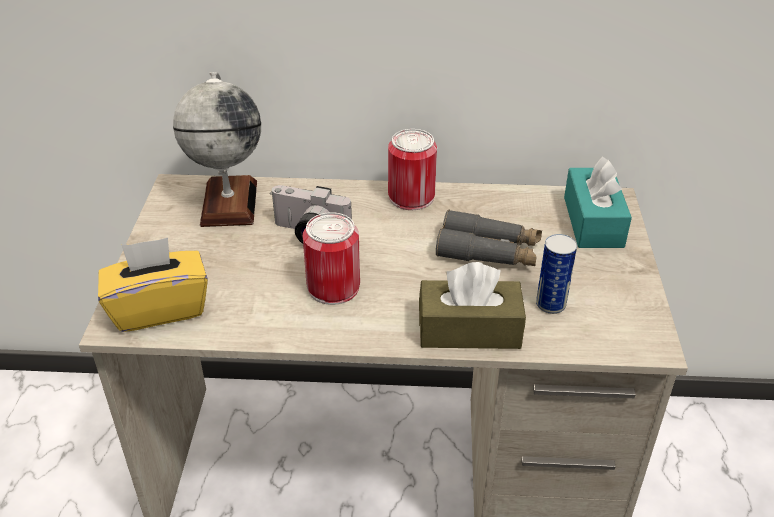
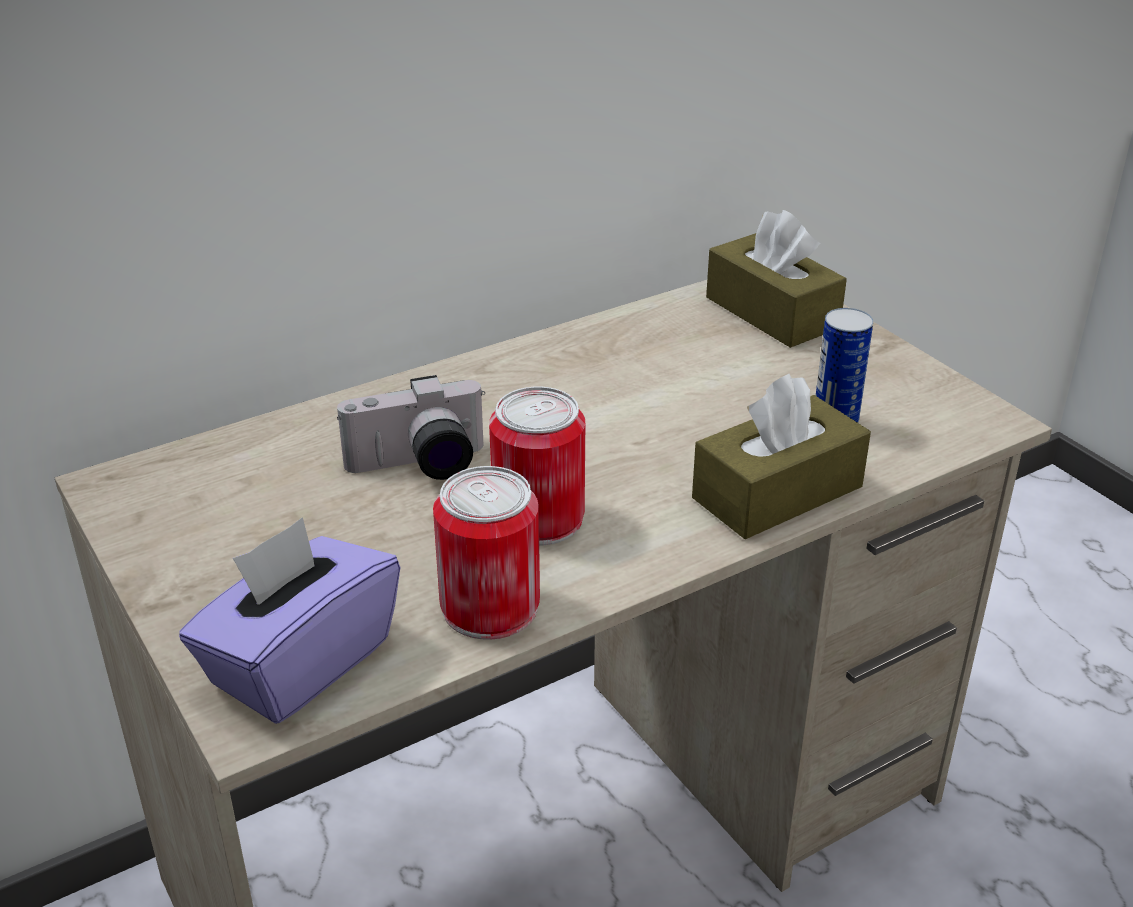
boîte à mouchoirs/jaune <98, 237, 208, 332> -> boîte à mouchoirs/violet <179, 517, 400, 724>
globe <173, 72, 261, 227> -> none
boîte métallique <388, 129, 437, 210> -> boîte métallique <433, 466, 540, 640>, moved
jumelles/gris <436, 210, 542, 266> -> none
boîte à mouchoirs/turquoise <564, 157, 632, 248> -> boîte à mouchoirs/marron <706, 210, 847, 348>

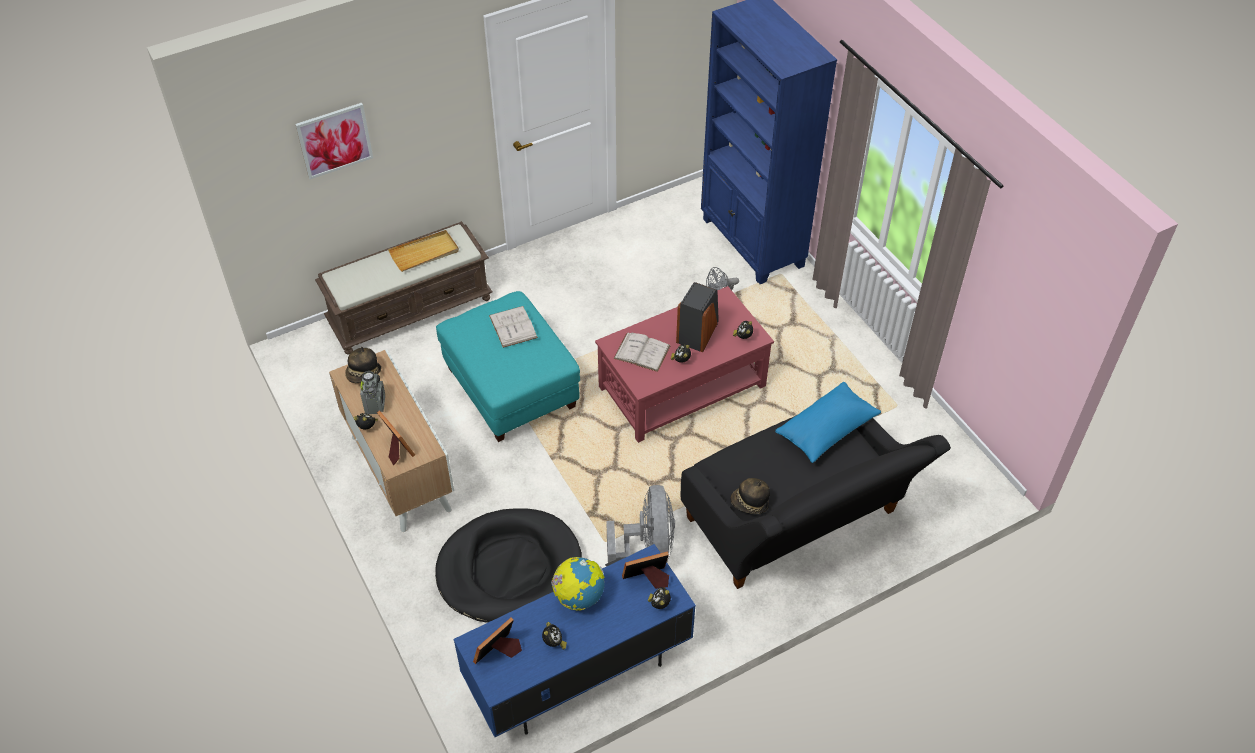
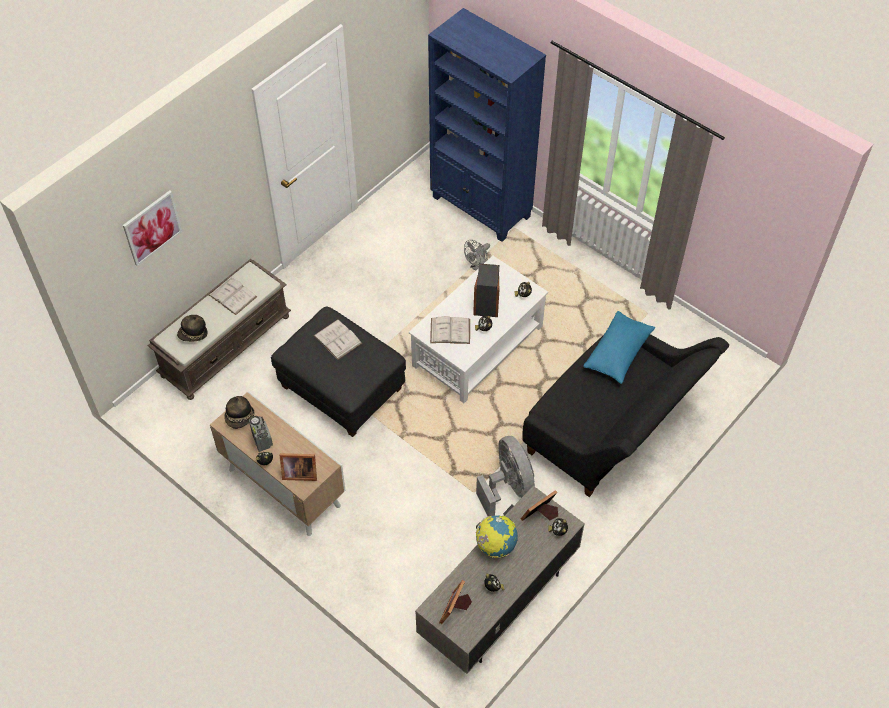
cadre photo <377, 410, 415, 465> -> cadre photo <280, 453, 317, 481>, 150 degrees clockwise
plateau/beige <388, 230, 459, 272> -> livre/blanc <209, 277, 257, 315>
panier pour chien/noir <435, 508, 582, 623> -> none
pouf/turquoise <436, 291, 580, 442> -> pouf/noir <271, 306, 406, 437>
meuble télé/bleu <453, 544, 696, 737> -> meuble télé/gris <415, 486, 585, 674>
table basse/rouge <595, 286, 774, 443> -> table basse/blanc <409, 256, 548, 403>
chapeau <730, 478, 770, 514> -> chapeau <177, 315, 208, 342>, moved

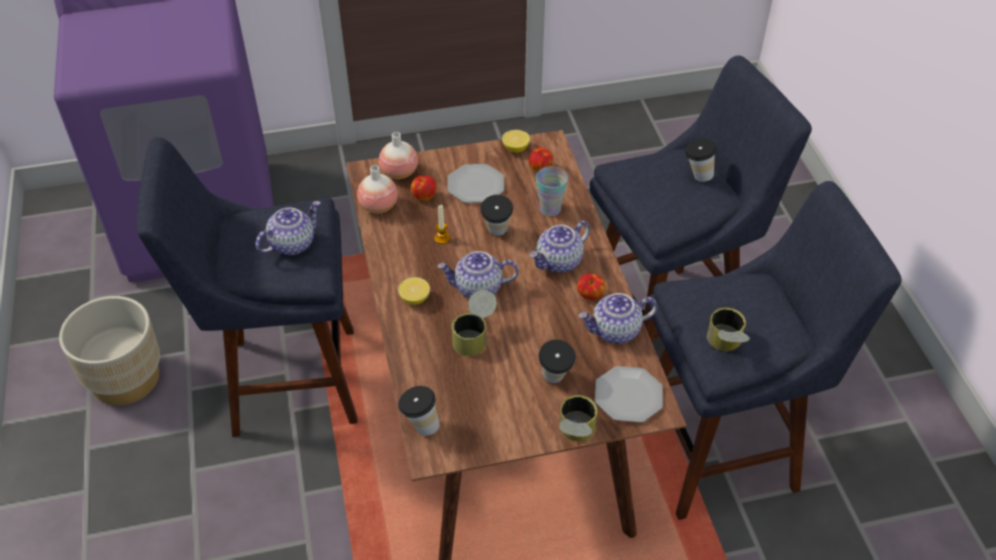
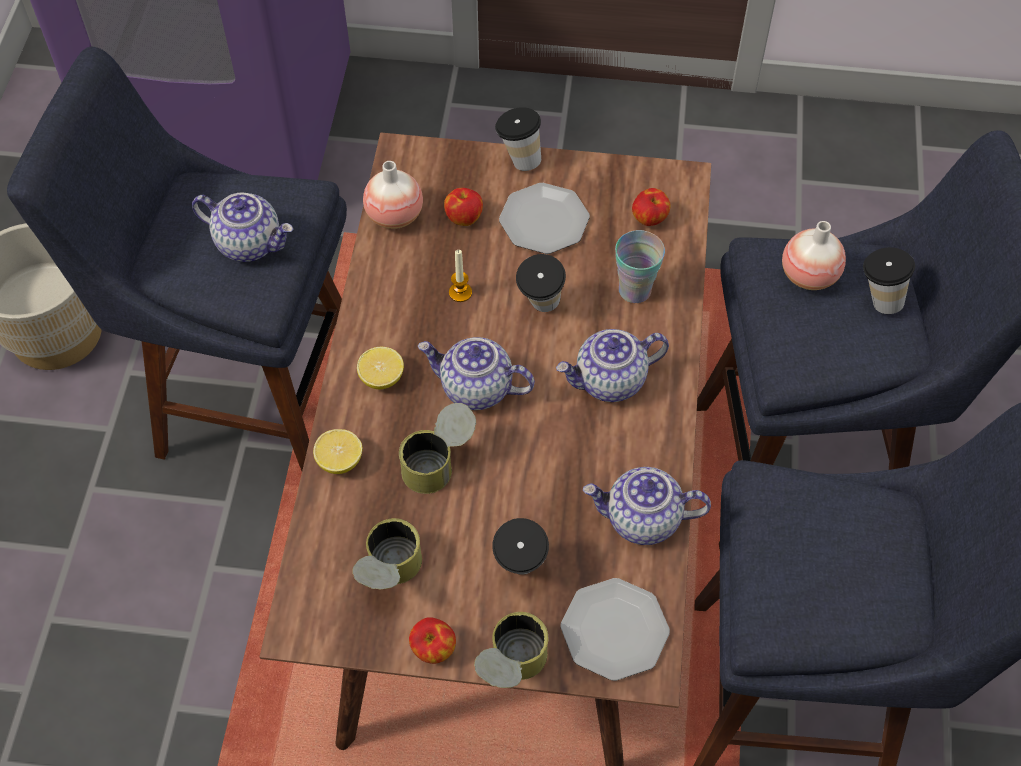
théière <256, 201, 320, 255> -> théière <192, 193, 293, 262>, 45 degrees clockwise
vase <379, 132, 418, 179> -> vase <782, 221, 846, 290>, moved
tasse <398, 386, 440, 436> -> tasse <495, 107, 541, 171>, moved
citron <502, 130, 530, 153> -> citron <313, 429, 363, 474>, moved
pomme <577, 273, 606, 300> -> pomme <409, 617, 456, 664>, moved
boîte métallique <707, 307, 750, 351> -> boîte métallique <352, 518, 422, 590>, moved

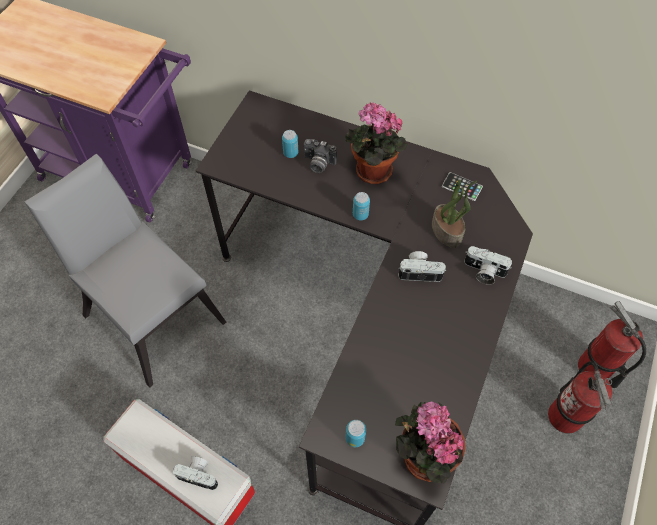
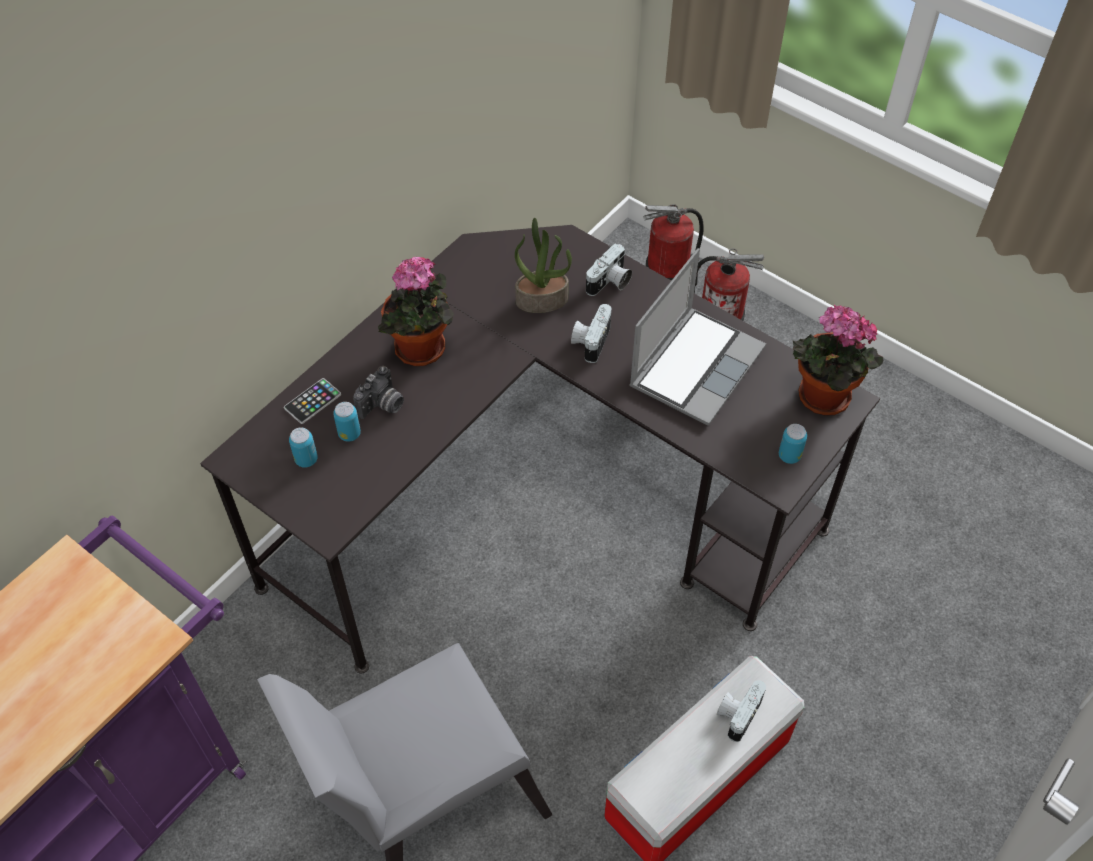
boîte métallique <353, 192, 370, 220> -> boîte métallique <289, 427, 318, 468>, moved
téléphone <442, 172, 483, 201> -> téléphone <284, 378, 341, 424>, moved
none -> ordinateur portable <629, 248, 766, 426>

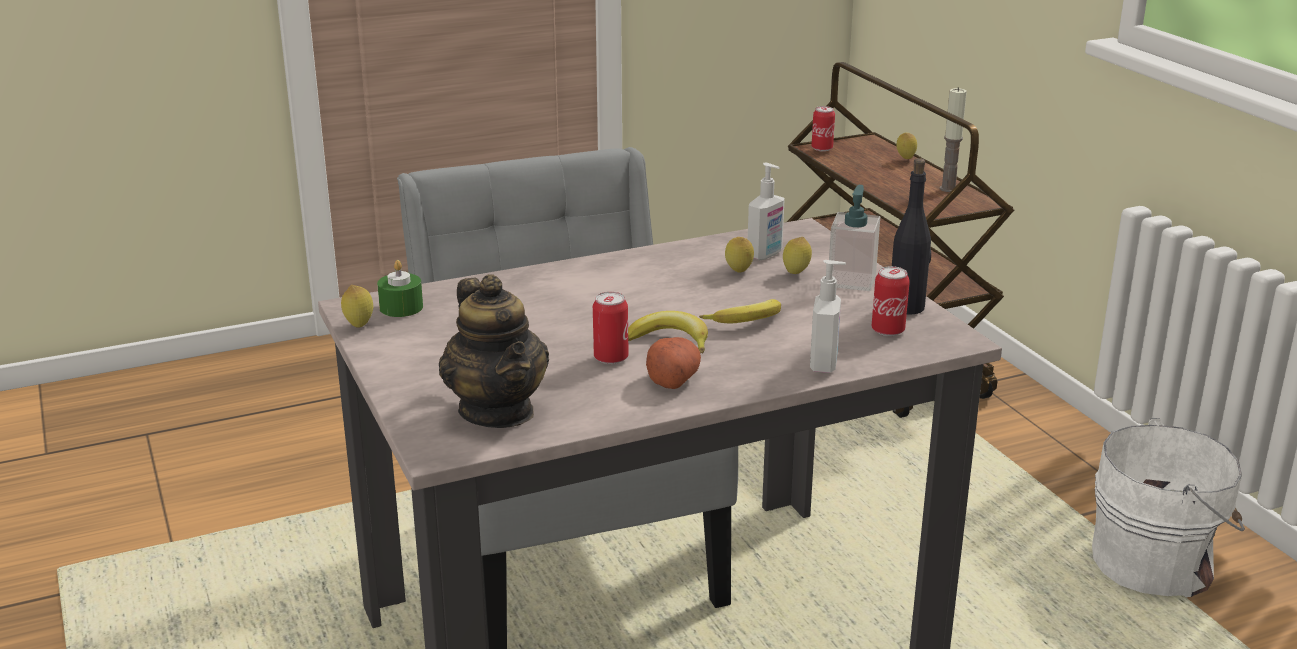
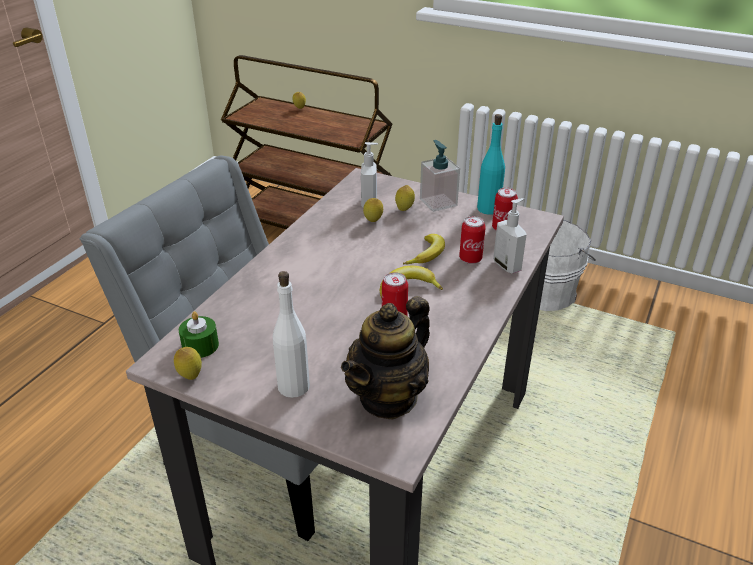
théière <439, 274, 549, 428> -> théière <341, 296, 430, 420>, 105 degrees clockwise
pomme de terre <646, 337, 701, 389> -> none
boîte métallique <811, 106, 835, 151> -> boîte métallique <459, 216, 486, 264>, moved
bouteille/noir <892, 158, 931, 315> -> bouteille/turquoise <477, 114, 505, 215>
bougie <940, 87, 967, 192> -> none
none -> bouteille/blanc <273, 271, 310, 398>

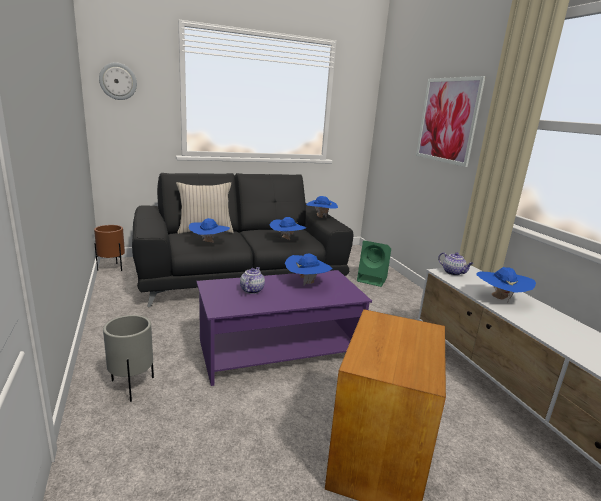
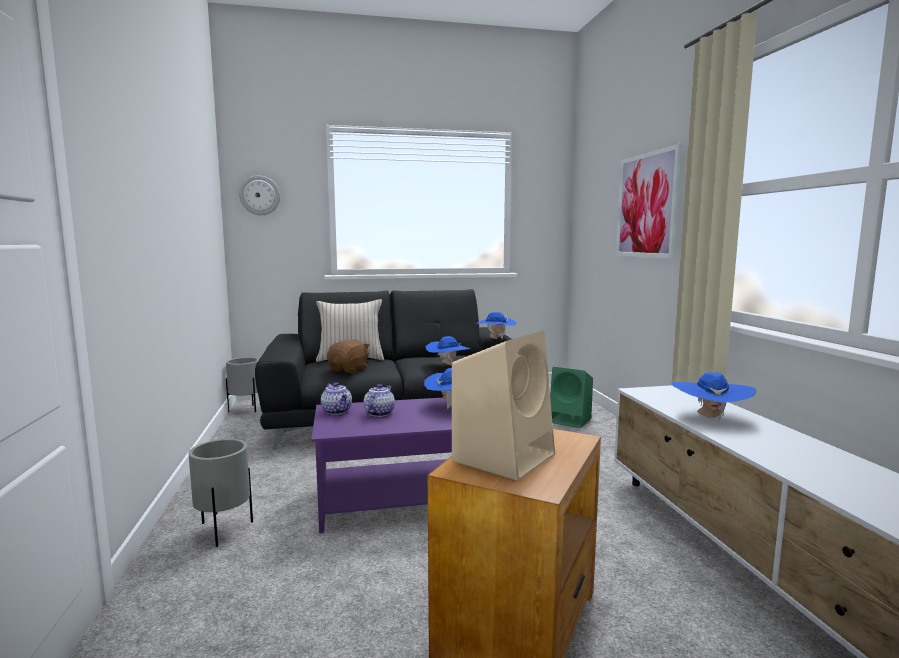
cache-pot/marron <94, 225, 125, 271> -> cache-pot/gris <226, 357, 259, 413>
chapeau/bleu <189, 218, 230, 243> -> peluche/marron <327, 339, 370, 373>
théière <438, 252, 474, 275> -> théière <321, 382, 352, 415>, moved
none -> enceinte/beige <452, 330, 555, 481>

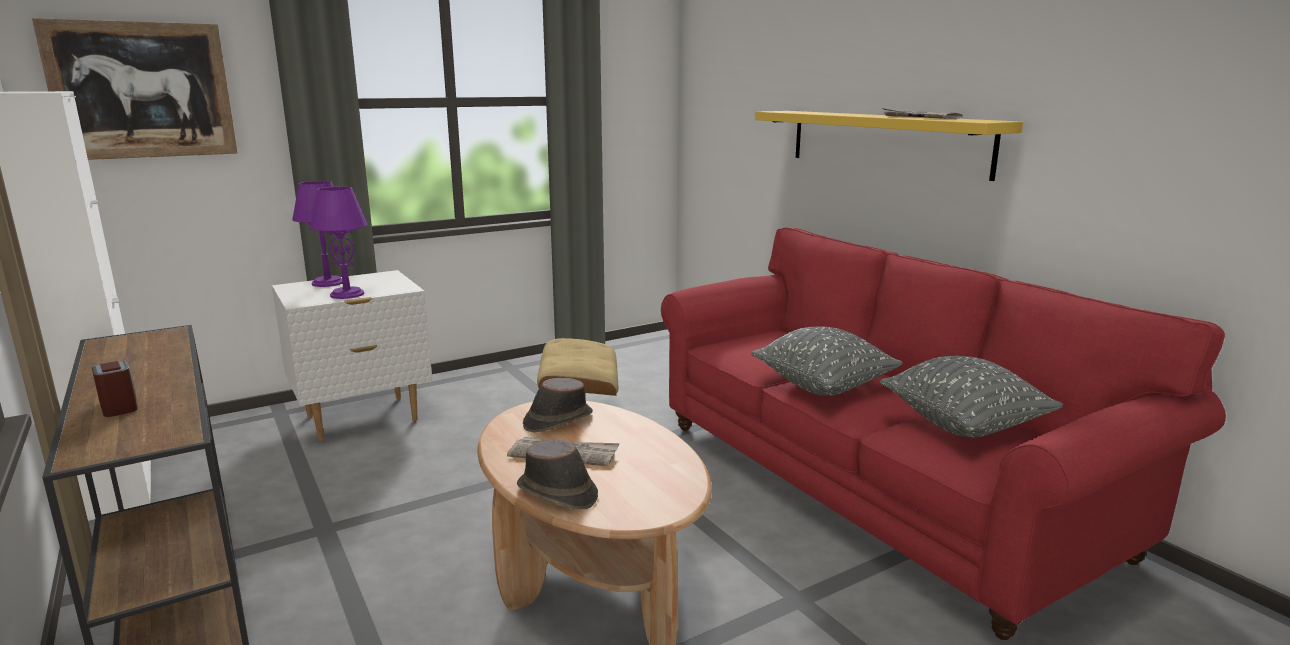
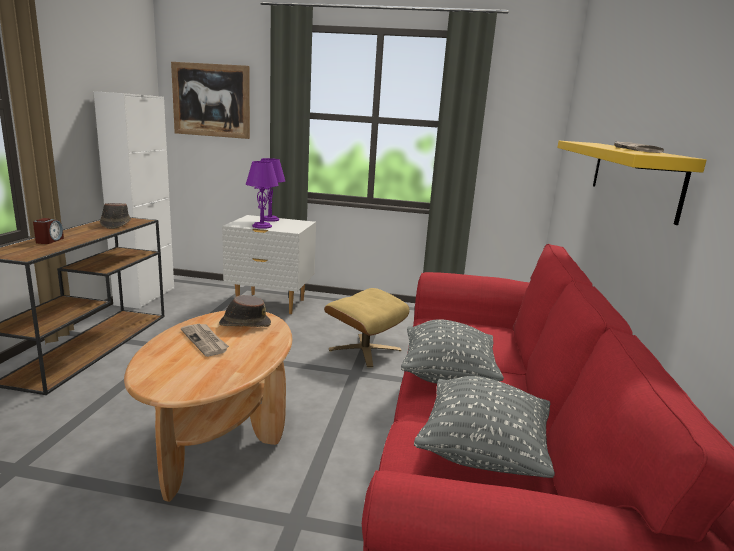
chapeau/marron <517, 439, 598, 510> -> chapeau/marron <100, 203, 131, 229>, moved

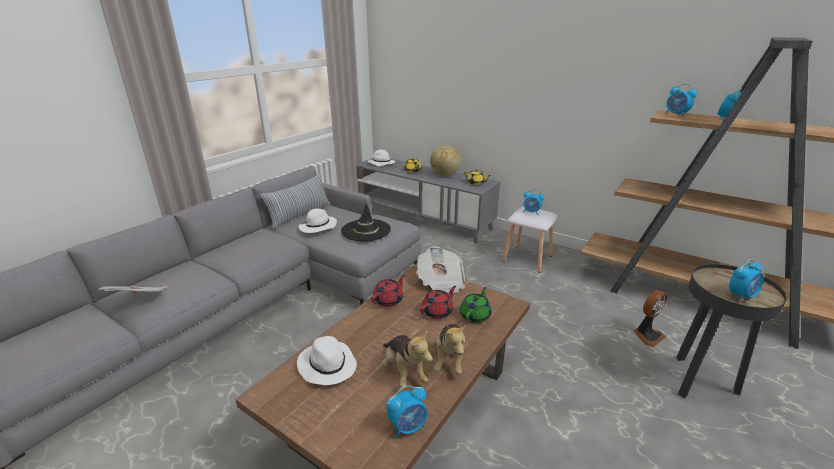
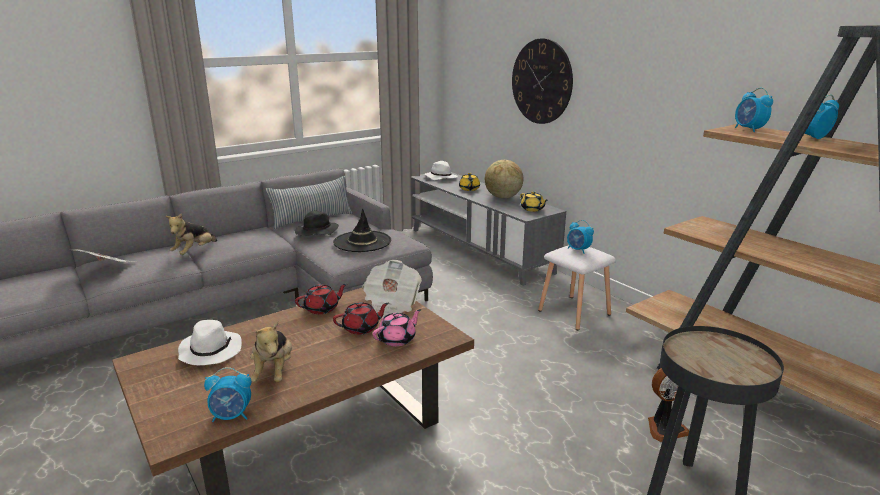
chapeau/blanc <299, 209, 337, 233> -> chapeau/noir <295, 211, 339, 236>
peluche <430, 324, 466, 375> -> peluche <165, 213, 217, 255>, moved
théière/vert <459, 287, 492, 323> -> théière/rose <373, 309, 421, 346>
réveil <729, 259, 764, 302> -> none
none -> horloge murale <512, 38, 573, 124>

